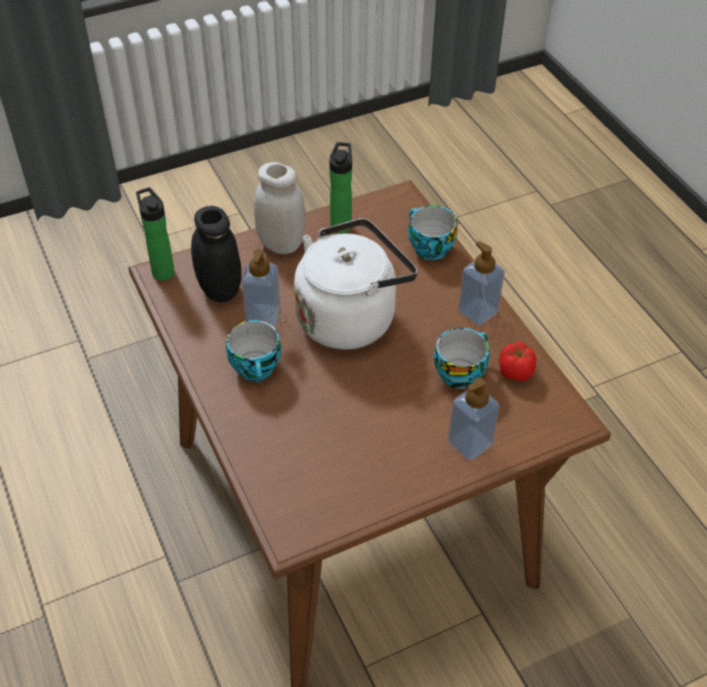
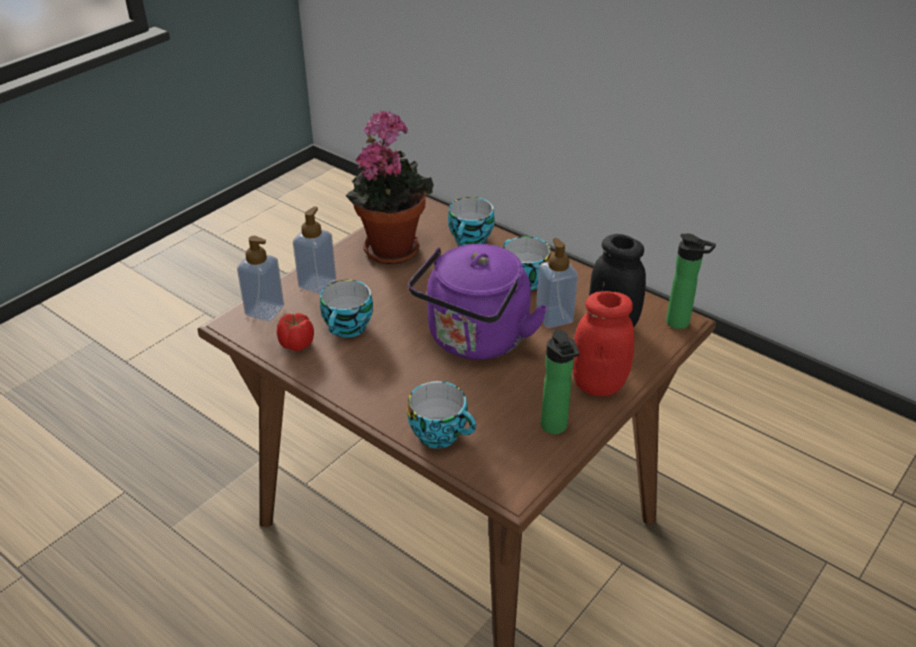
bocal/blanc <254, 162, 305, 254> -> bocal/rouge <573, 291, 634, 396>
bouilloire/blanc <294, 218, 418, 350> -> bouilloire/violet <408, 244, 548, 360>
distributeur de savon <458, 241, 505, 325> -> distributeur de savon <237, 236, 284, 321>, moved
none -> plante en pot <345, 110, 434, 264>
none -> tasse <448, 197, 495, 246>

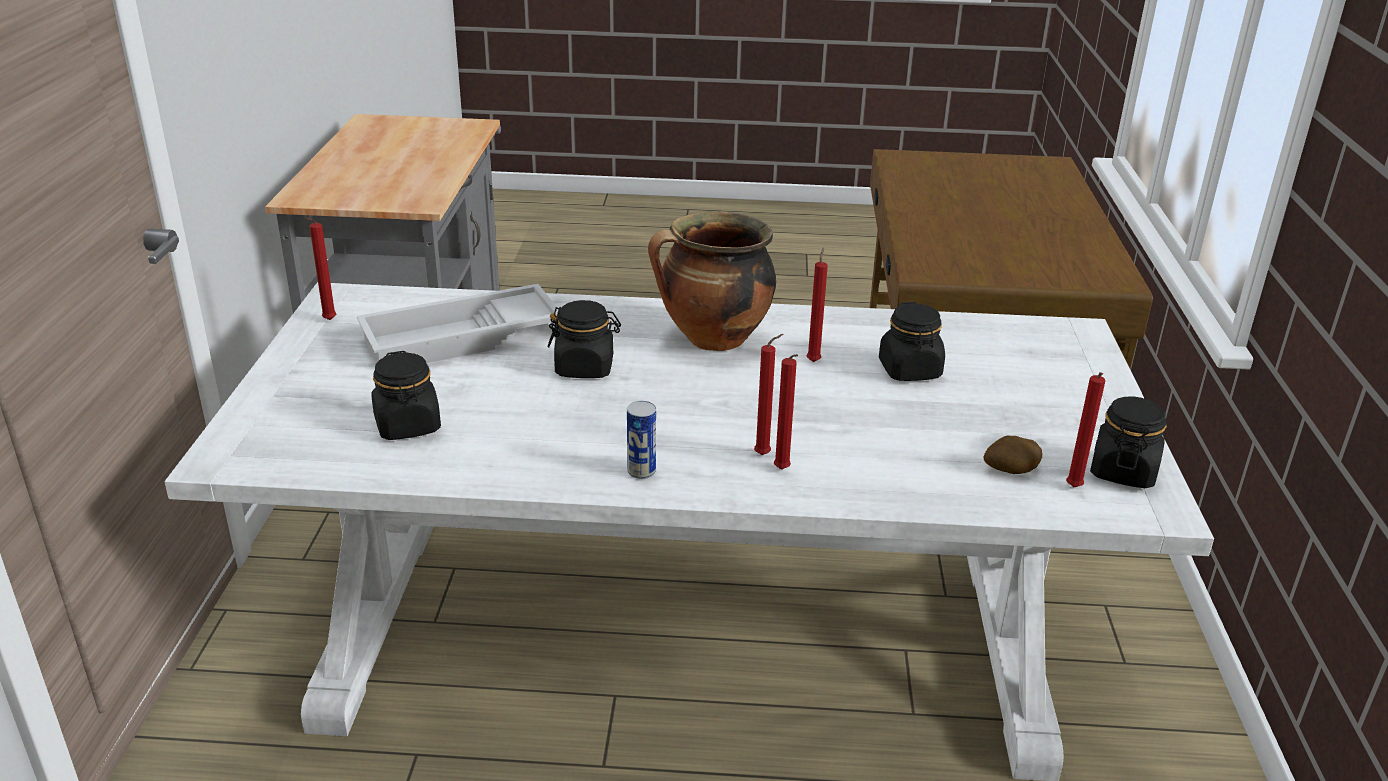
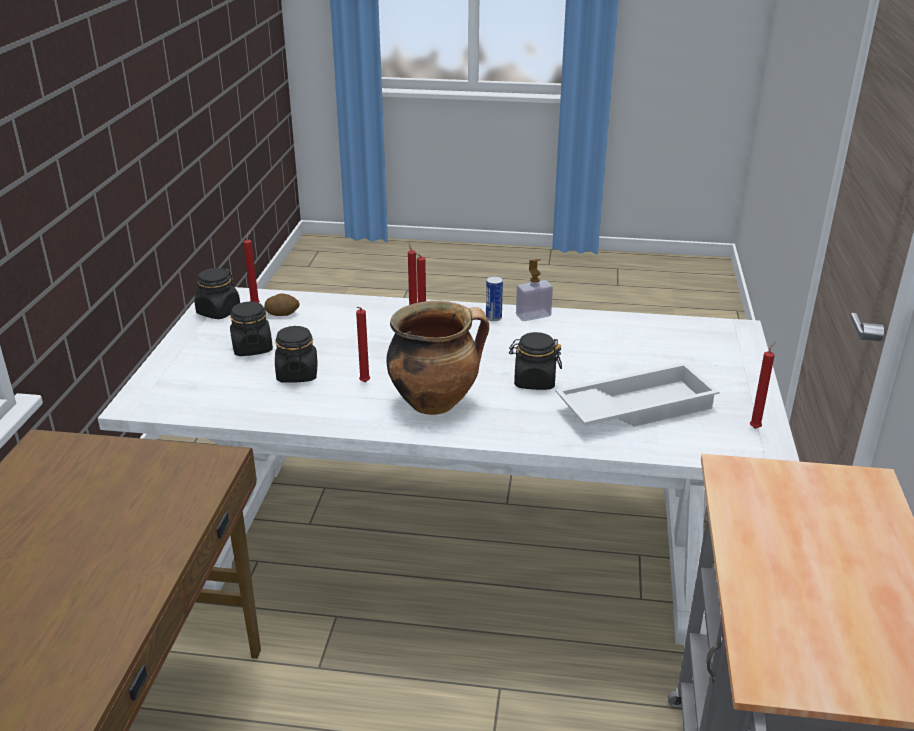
bocal/noir <371, 351, 441, 440> -> bocal/noir <230, 302, 273, 356>, moved
none -> distributeur de savon <516, 259, 553, 321>

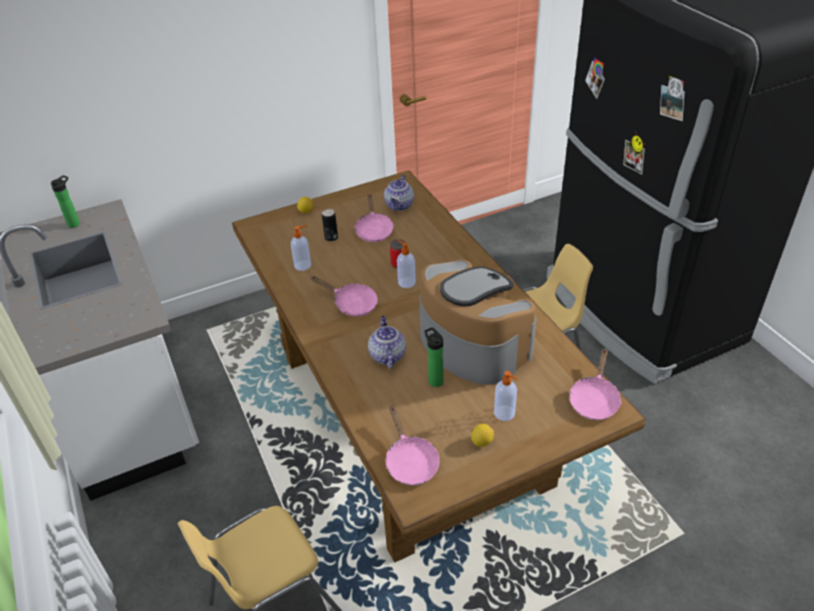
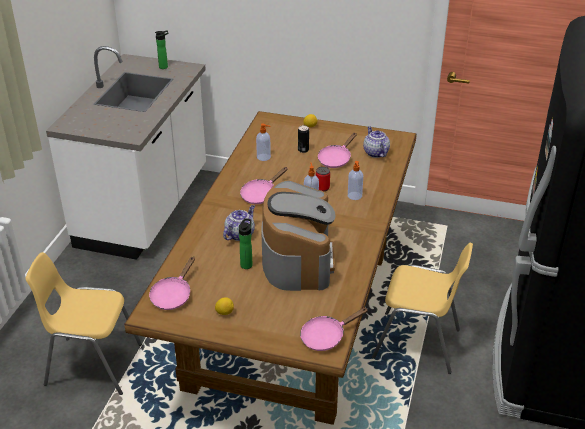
poêle/rose <311, 276, 378, 316> -> poêle/rose <240, 167, 287, 204>, 60 degrees clockwise
théière <384, 175, 414, 211> -> théière <363, 126, 390, 158>, 105 degrees clockwise
distributeur de savon <494, 371, 518, 421> -> distributeur de savon <348, 161, 363, 200>, moved

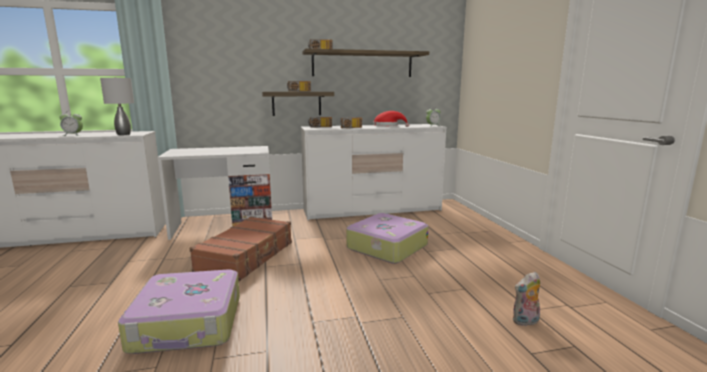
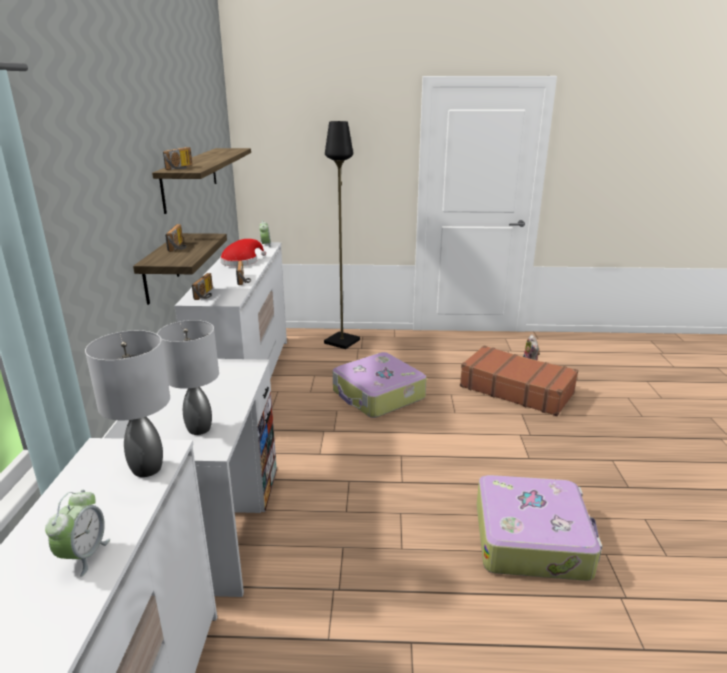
valise/marron <190, 217, 292, 281> -> valise/marron <460, 345, 578, 416>, moved
none -> lampe de table/gris <157, 320, 219, 435>
none -> lampadaire/noir <324, 121, 360, 349>

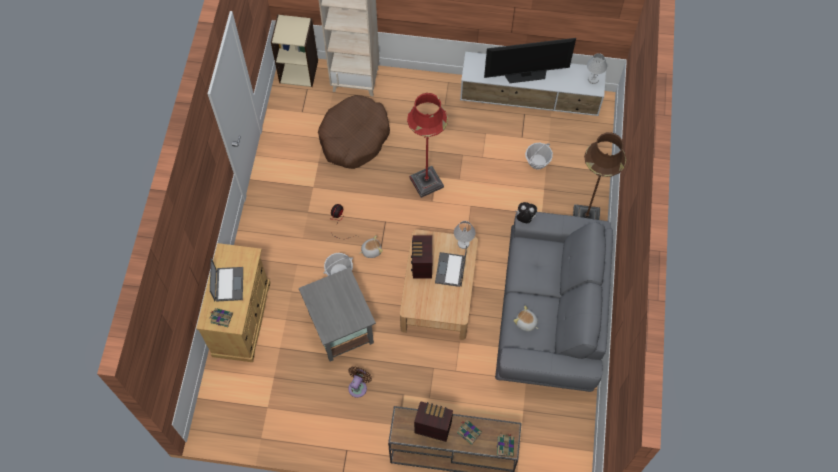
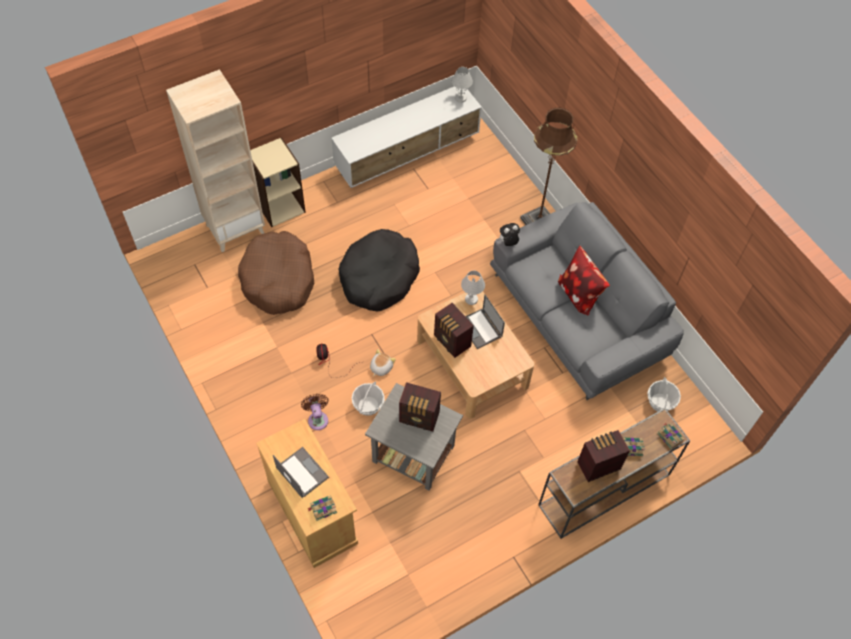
bibliothèque/beige <271, 14, 318, 87> -> bibliothèque/beige <250, 137, 306, 227>, moved
ventilateur/marron <348, 366, 372, 398> -> ventilateur/marron <301, 394, 329, 430>, moved
lampadaire/rouge <407, 93, 448, 198> -> panier pour chien/noir <338, 229, 420, 311>
téléviseur <484, 38, 576, 83> -> none
peluche <513, 306, 538, 332> -> none
panier <525, 142, 553, 170> -> panier <647, 377, 681, 411>, moved
none -> radio <399, 382, 441, 432>
none -> coussin <558, 246, 610, 316>

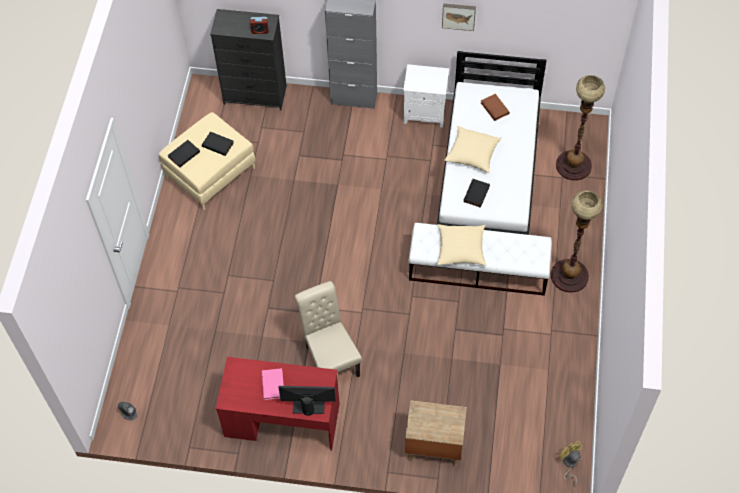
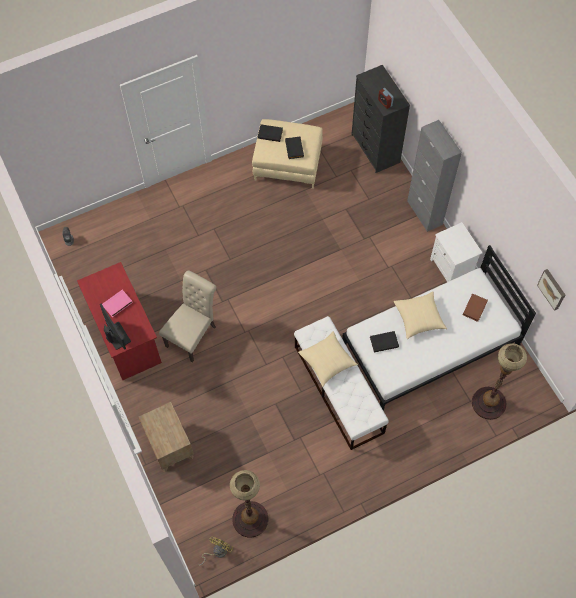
tableau <442, 3, 476, 31> -> tableau <537, 269, 565, 311>, moved
lampadaire <551, 190, 603, 293> -> lampadaire <230, 470, 268, 538>, moved

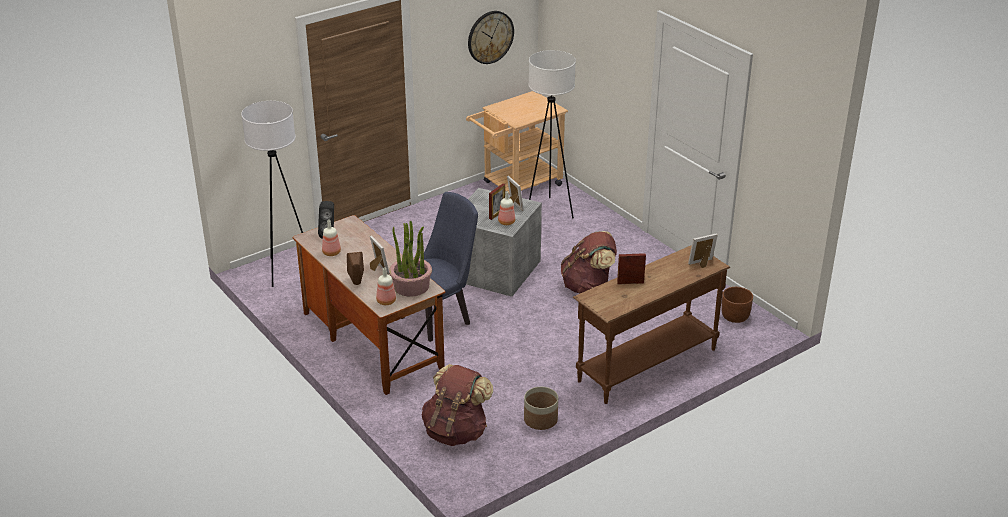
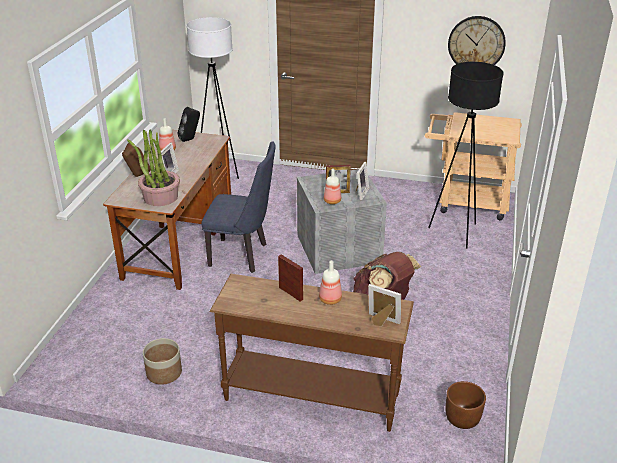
bouteille <376, 267, 396, 305> -> bouteille <319, 261, 342, 305>, moved
sac à dos/marron <422, 364, 493, 446> -> none
lampadaire/blanc <528, 50, 576, 218> -> lampadaire/noir <428, 62, 504, 249>

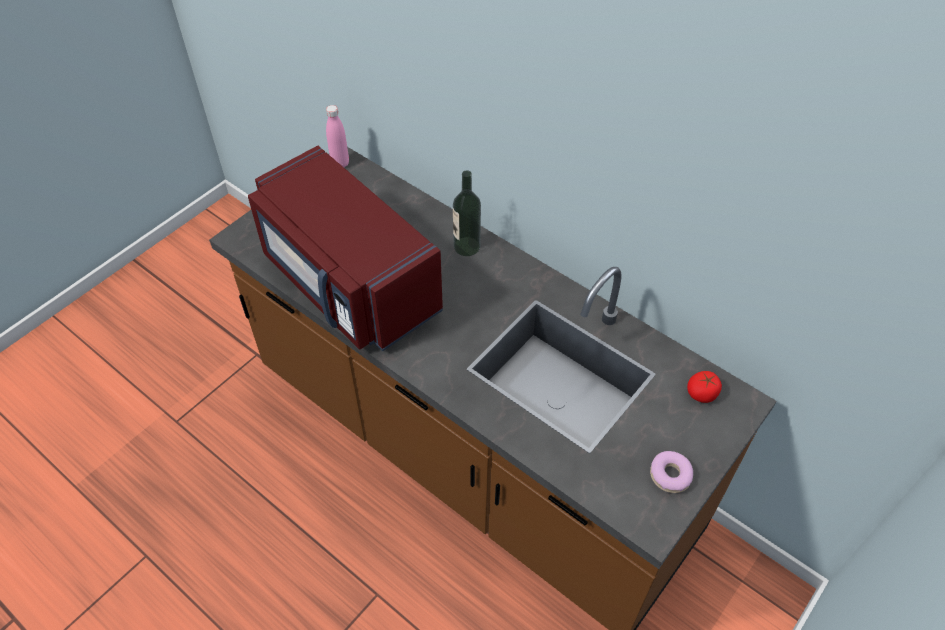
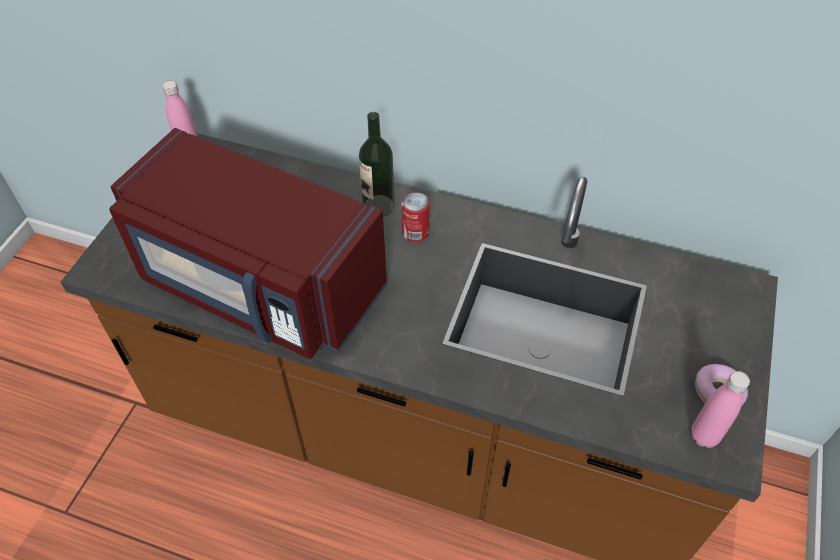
tomate <687, 371, 722, 403> -> none
none -> boîte métallique <401, 192, 430, 242>
none -> bouteille/rose <691, 371, 750, 448>

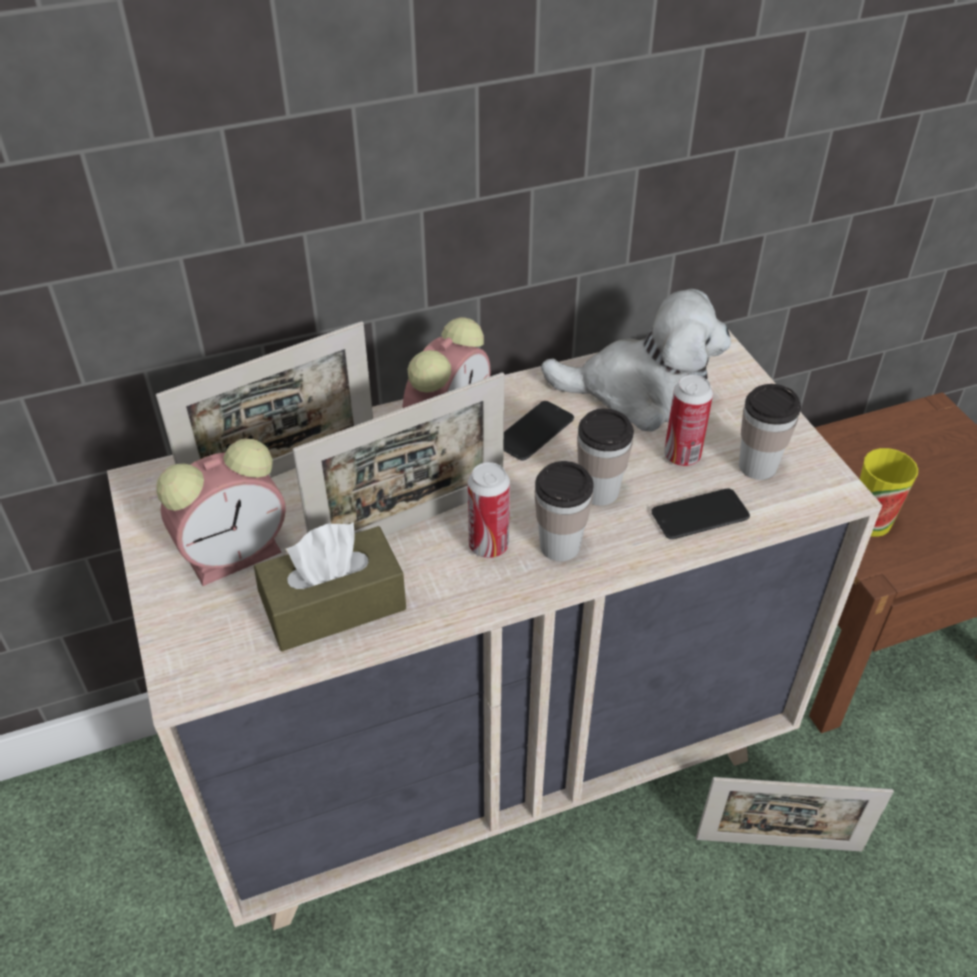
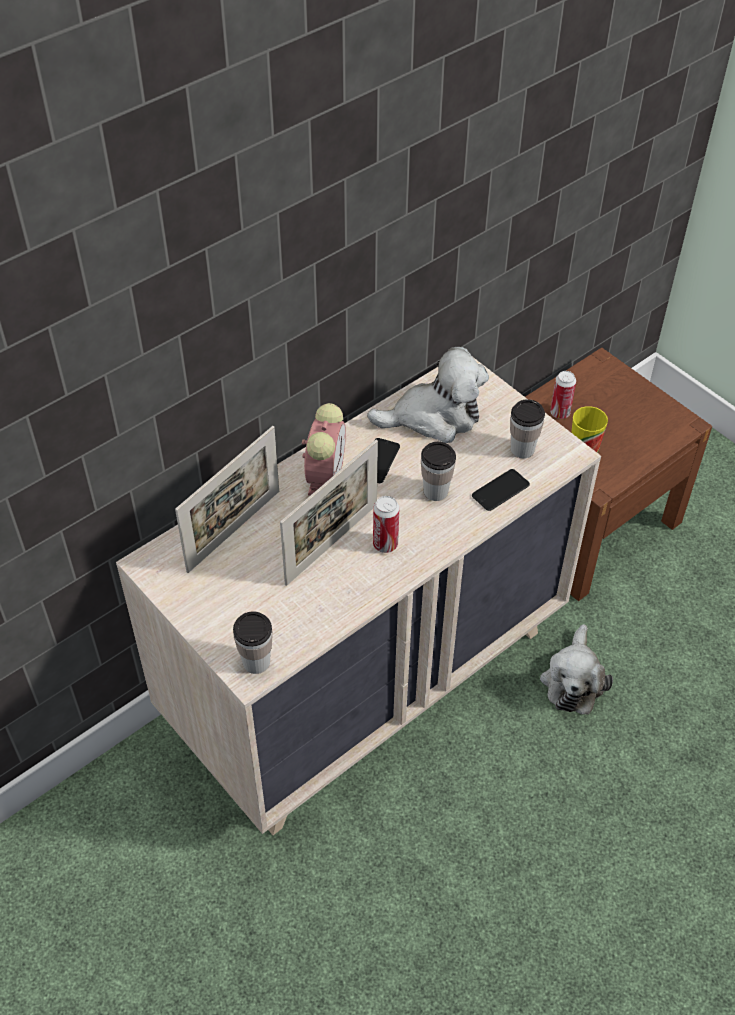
réveil <156, 439, 286, 586> -> none
boîte à mouchoirs/marron <254, 522, 406, 652> -> none
tasse <535, 461, 594, 561> -> tasse <233, 611, 273, 674>, moved
boîte métallique <664, 375, 713, 466> -> boîte métallique <550, 371, 576, 419>, moved
cadre photo <696, 777, 894, 852> -> peluche <540, 624, 613, 715>

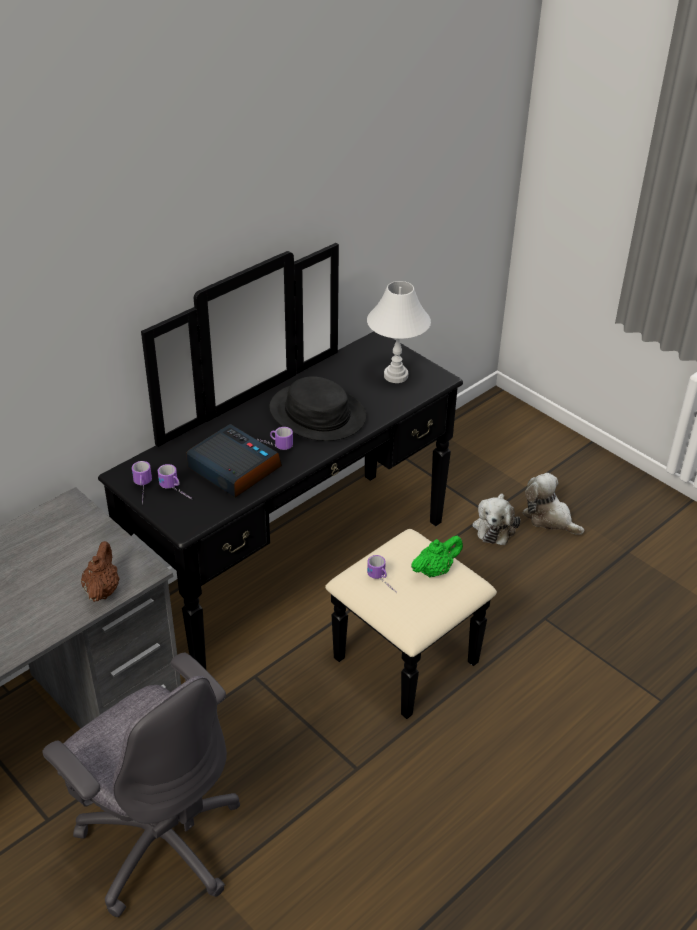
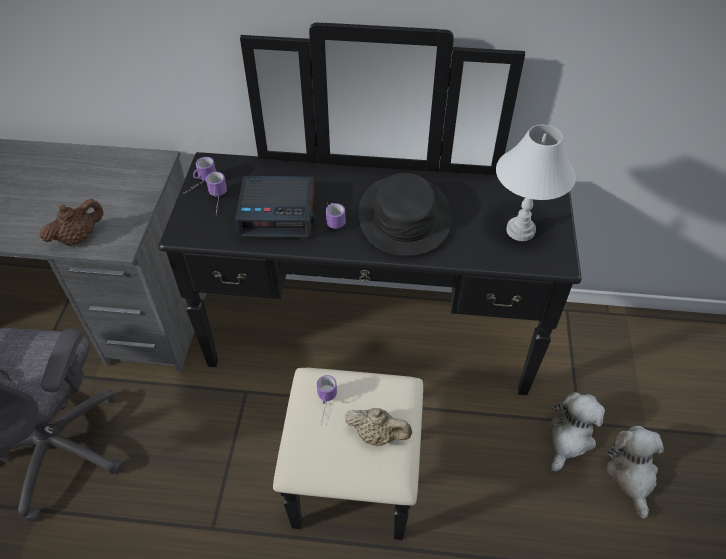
réveil <186, 424, 282, 498> -> réveil <235, 176, 315, 239>, 90 degrees clockwise
théière/vert <411, 536, 463, 578> -> théière/beige <345, 408, 412, 446>
peluche <472, 493, 521, 545> -> peluche <549, 392, 605, 472>, 150 degrees clockwise

